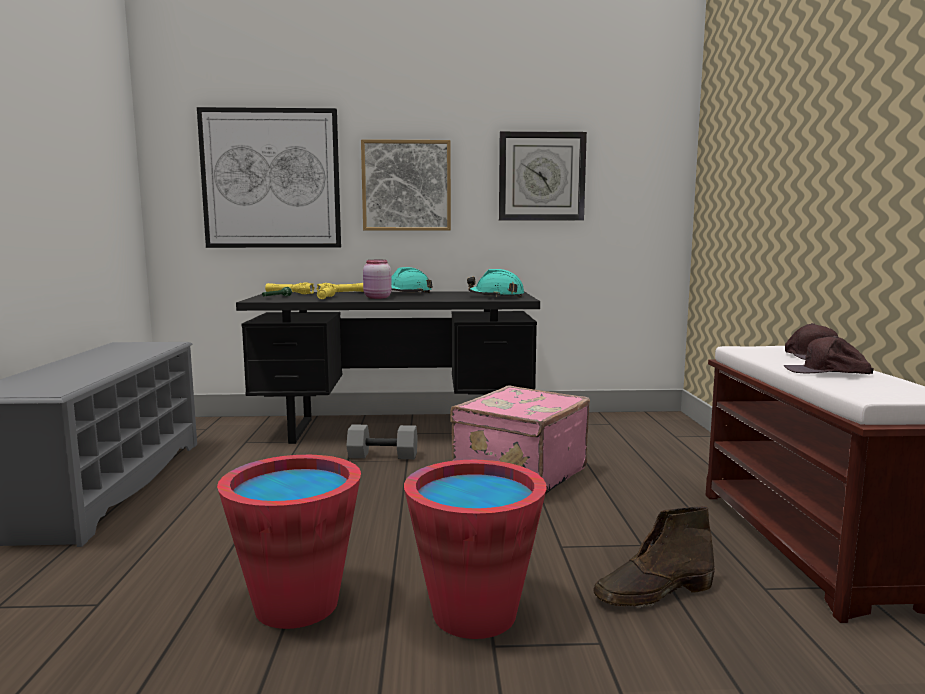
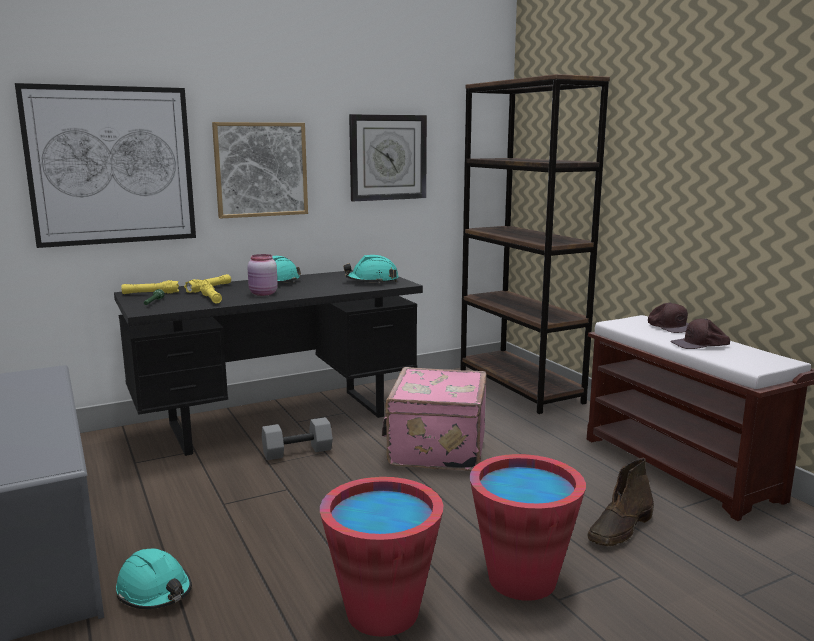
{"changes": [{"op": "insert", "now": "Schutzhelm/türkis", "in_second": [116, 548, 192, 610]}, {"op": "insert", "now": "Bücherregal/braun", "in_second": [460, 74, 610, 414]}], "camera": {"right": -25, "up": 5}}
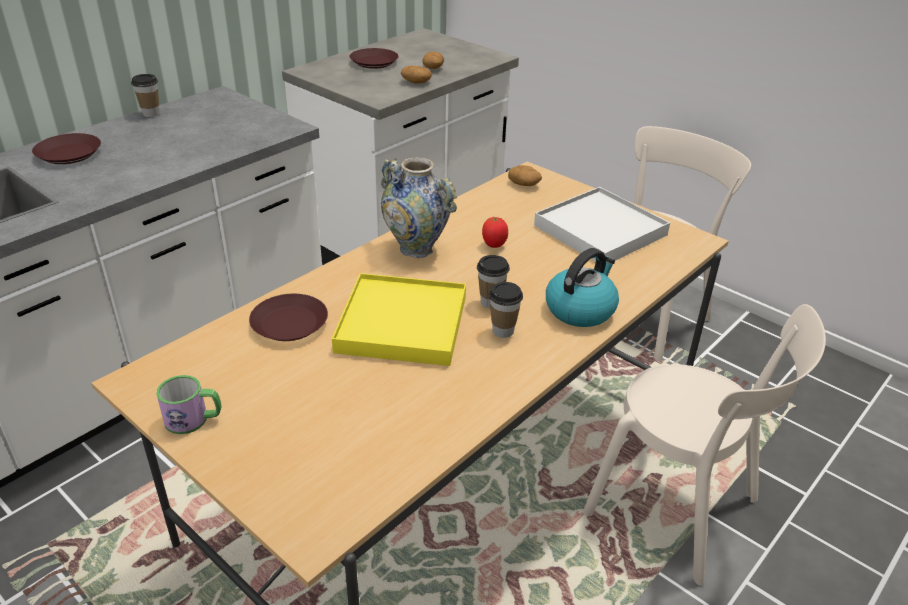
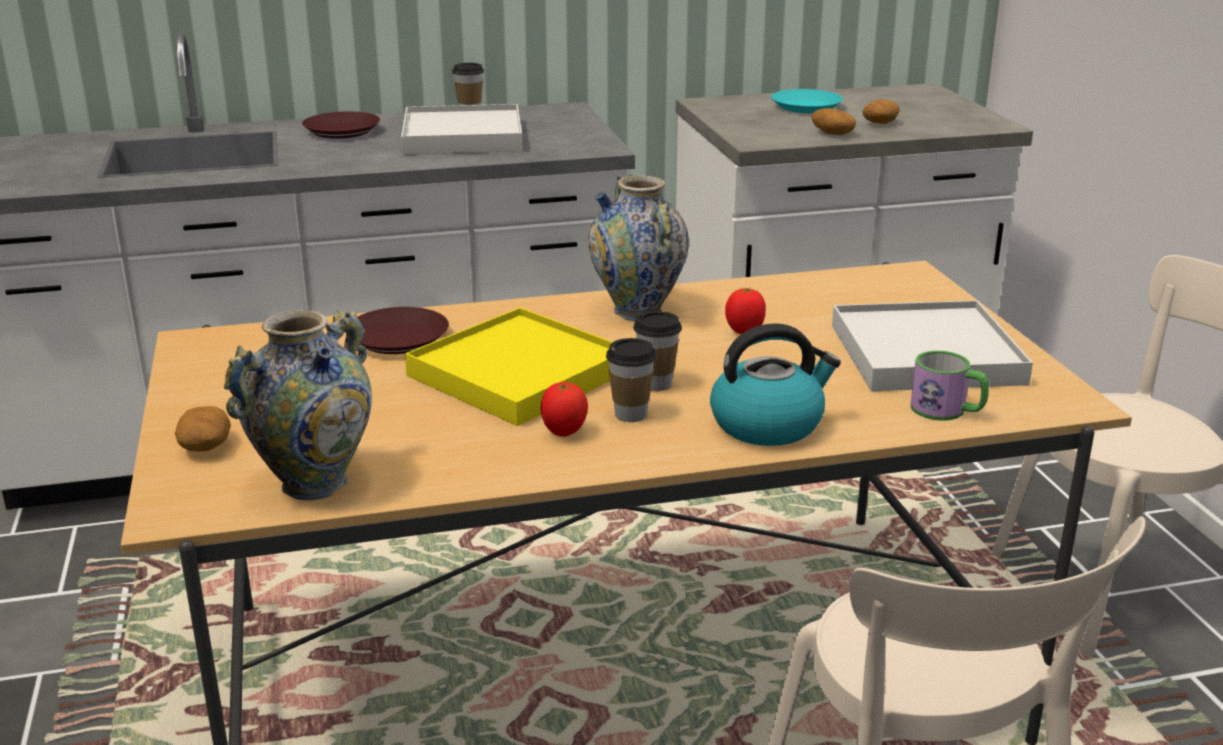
{"changes": [{"op": "move", "was": "Kartoffel", "in_first": [508, 165, 542, 186], "in_second": [175, 406, 231, 452]}, {"op": "insert", "now": "Vase", "in_second": [224, 310, 372, 500]}, {"op": "insert", "now": "Tablett/weiß", "in_second": [401, 104, 523, 155]}, {"op": "insert", "now": "Tomate", "in_second": [541, 382, 588, 437]}, {"op": "recolor", "was": "Teller/braun", "now": "Teller/türkis", "in_first": [350, 48, 399, 69], "in_second": [771, 89, 843, 113]}, {"op": "move", "was": "Henkelbecher", "in_first": [156, 375, 222, 434], "in_second": [910, 351, 989, 421]}], "camera": {"right": 35, "up": -10}}
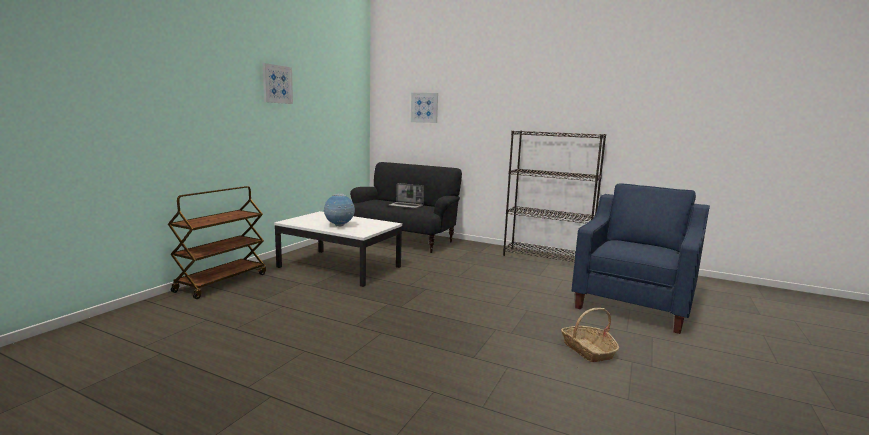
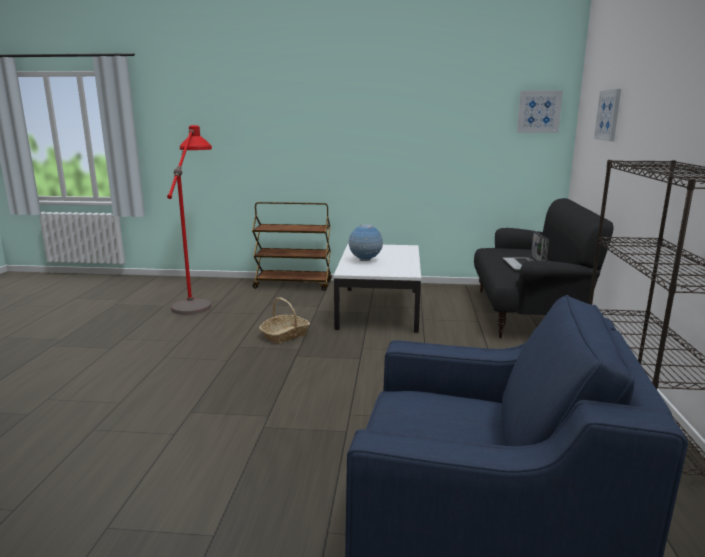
{"changes": [{"op": "insert", "now": "Stehlampe/rot", "in_second": [167, 125, 212, 315]}, {"op": "move", "was": "Korb", "in_first": [561, 308, 619, 362], "in_second": [259, 297, 310, 343]}, {"op": "move", "was": "Bild", "in_first": [263, 63, 293, 104], "in_second": [517, 90, 563, 133]}], "camera": {"right": 70, "up": 5}}
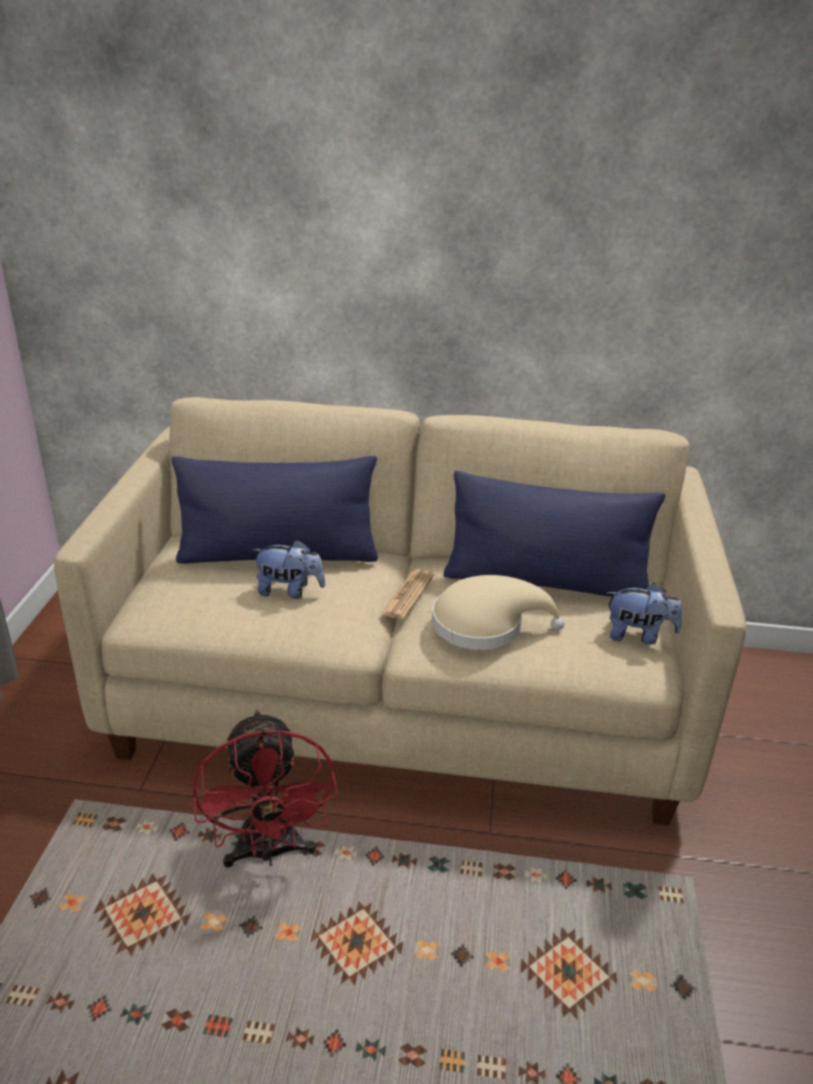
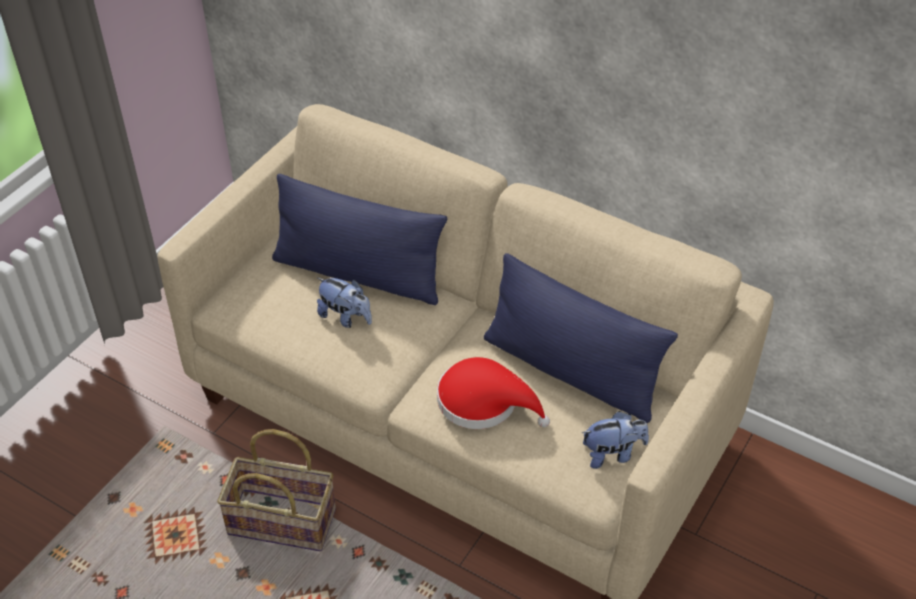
{"changes": [{"op": "replace", "was": "Ventilator/rot", "now": "Korb", "in_first": [193, 710, 338, 867], "in_second": [217, 429, 336, 551]}, {"op": "recolor", "was": "Hut/beige", "now": "Hut/rot", "in_first": [432, 575, 565, 650], "in_second": [437, 357, 550, 429]}, {"op": "rotate", "was": "Plüschtier", "in_first": [607, 583, 682, 645], "in_second": [582, 411, 649, 469], "clockwise": -45}, {"op": "delete", "was": "Zeitung", "in_first": [381, 569, 434, 620]}], "camera": {"right": 25, "up": 15}}
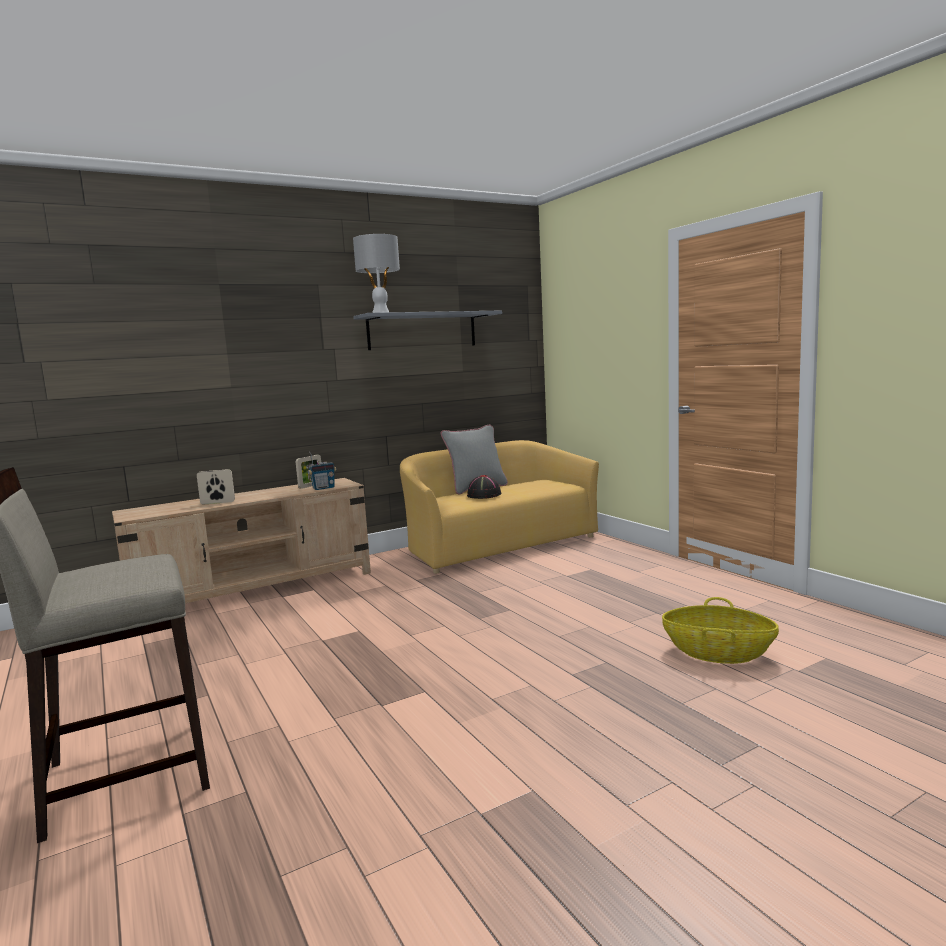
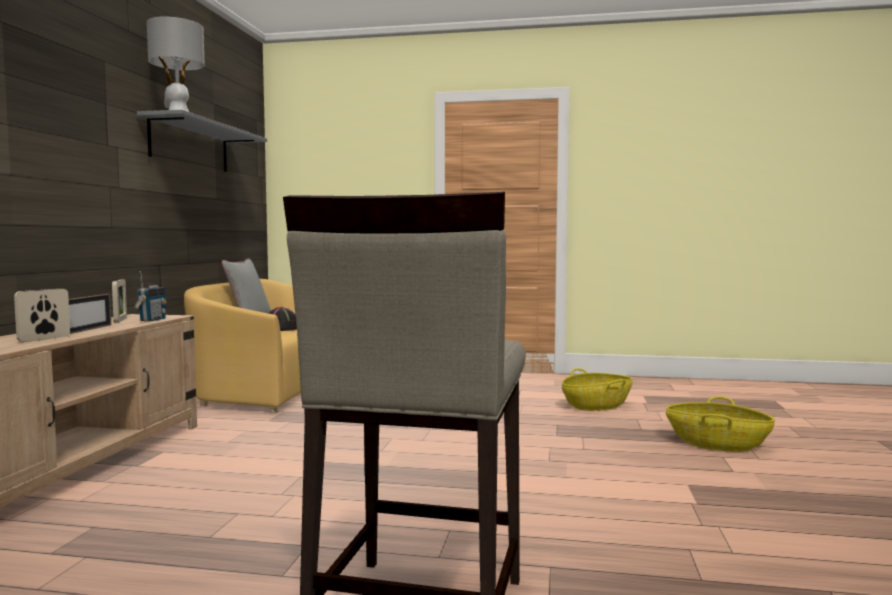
{"changes": [{"op": "insert", "now": "Bilderrahmen", "in_second": [69, 294, 111, 334]}, {"op": "insert", "now": "Korb", "in_second": [666, 396, 775, 452]}], "camera": {"right": -50, "up": -5}}
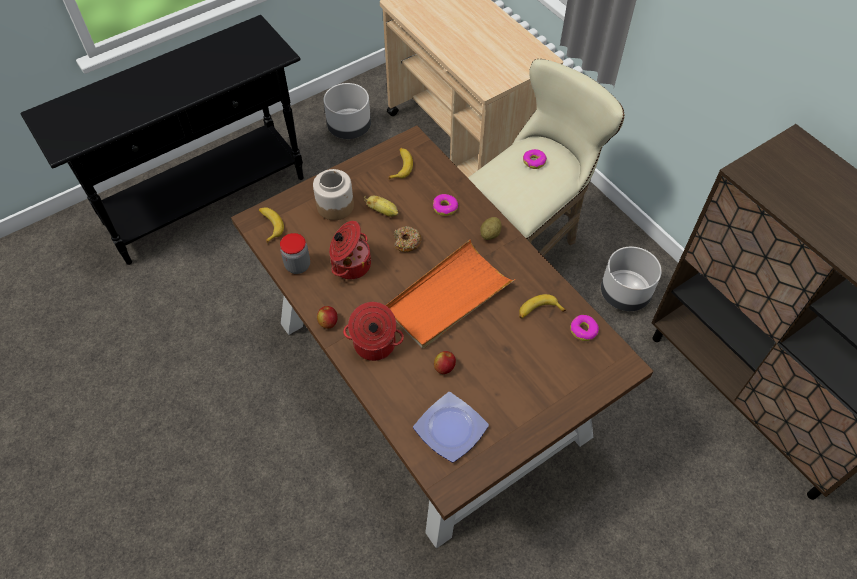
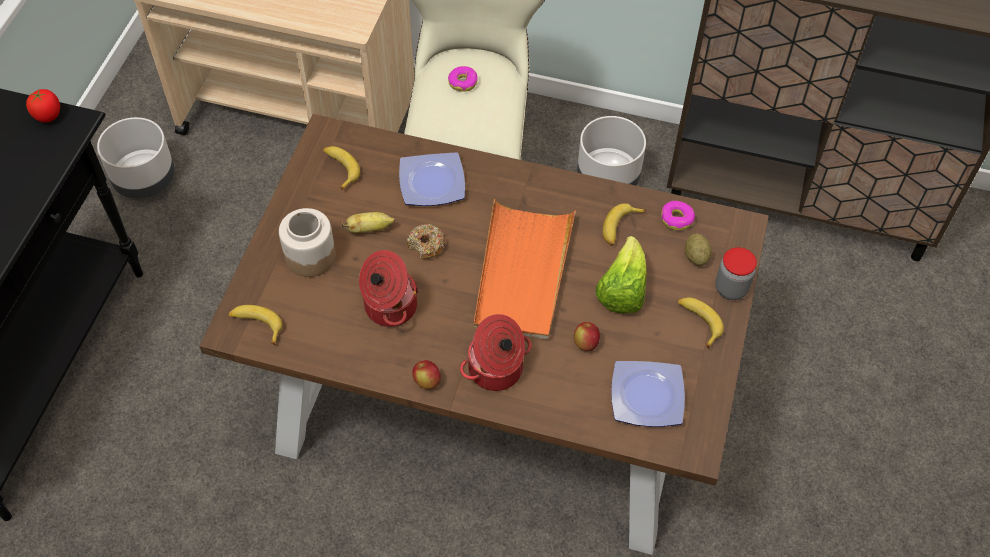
{"changes": [{"op": "insert", "now": "Tomate", "in_second": [26, 89, 60, 123]}, {"op": "replace", "was": "Donut", "now": "Teller", "in_first": [433, 194, 458, 216], "in_second": [399, 152, 465, 206]}, {"op": "insert", "now": "Salatkopf", "in_second": [596, 236, 647, 313]}, {"op": "insert", "now": "Banane", "in_second": [678, 297, 724, 349]}, {"op": "move", "was": "Kartoffel", "in_first": [480, 217, 501, 240], "in_second": [685, 233, 712, 266]}, {"op": "move", "was": "Vorratsglas", "in_first": [280, 233, 310, 274], "in_second": [715, 247, 757, 300]}], "camera": {"right": -40, "up": 0}}
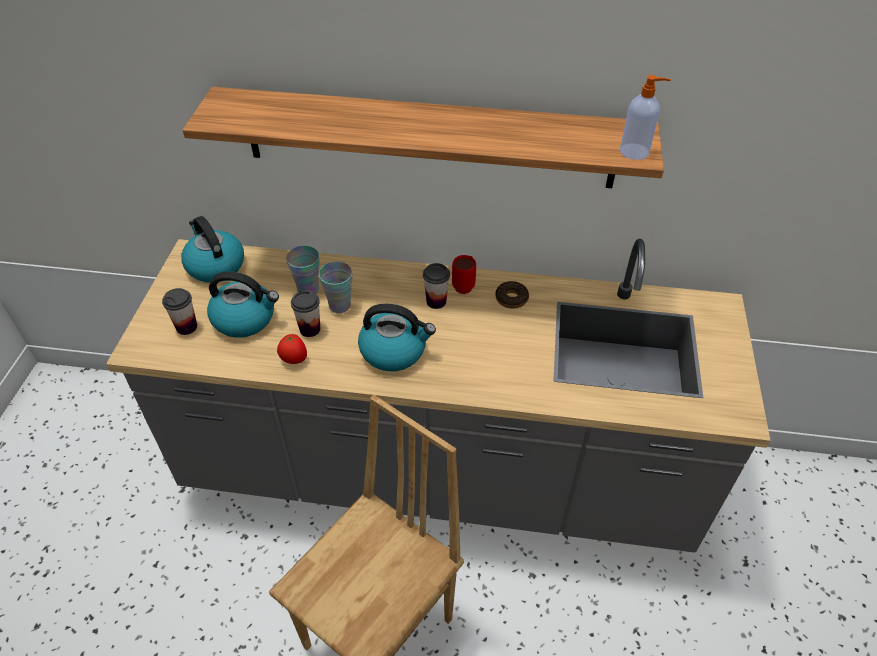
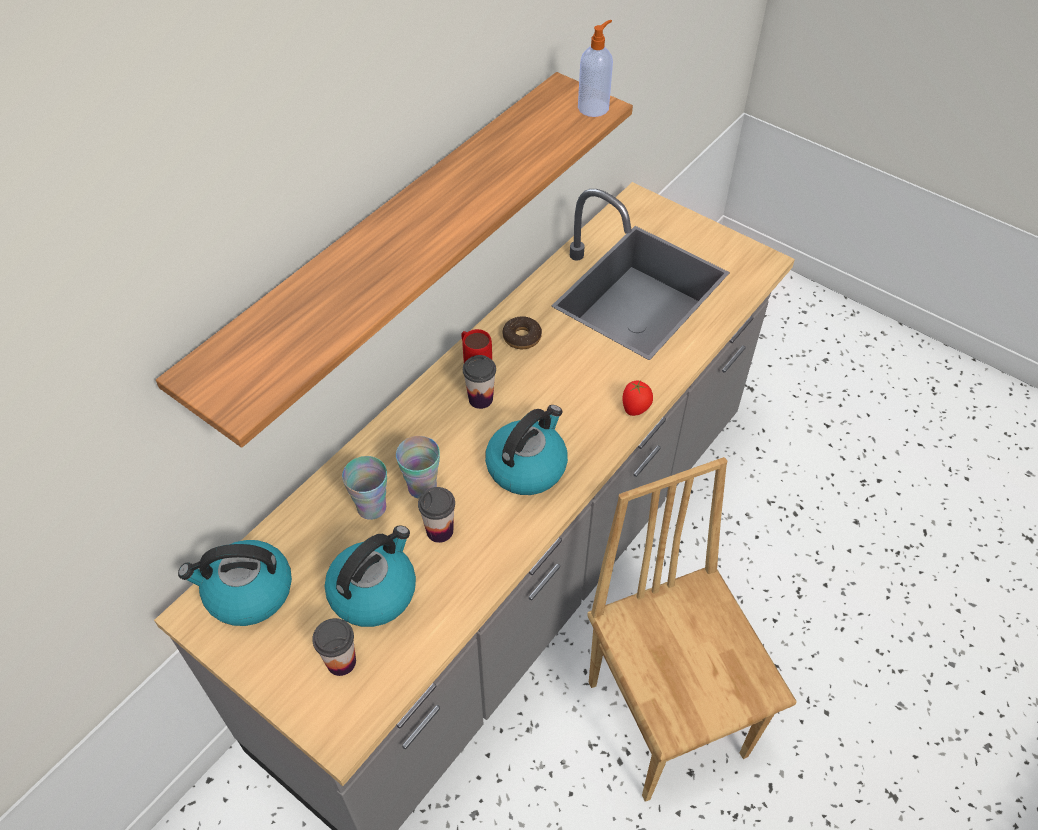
{"changes": [{"op": "move", "was": "Tomate", "in_first": [277, 334, 307, 364], "in_second": [623, 381, 653, 416]}], "camera": {"right": -60, "up": 5}}
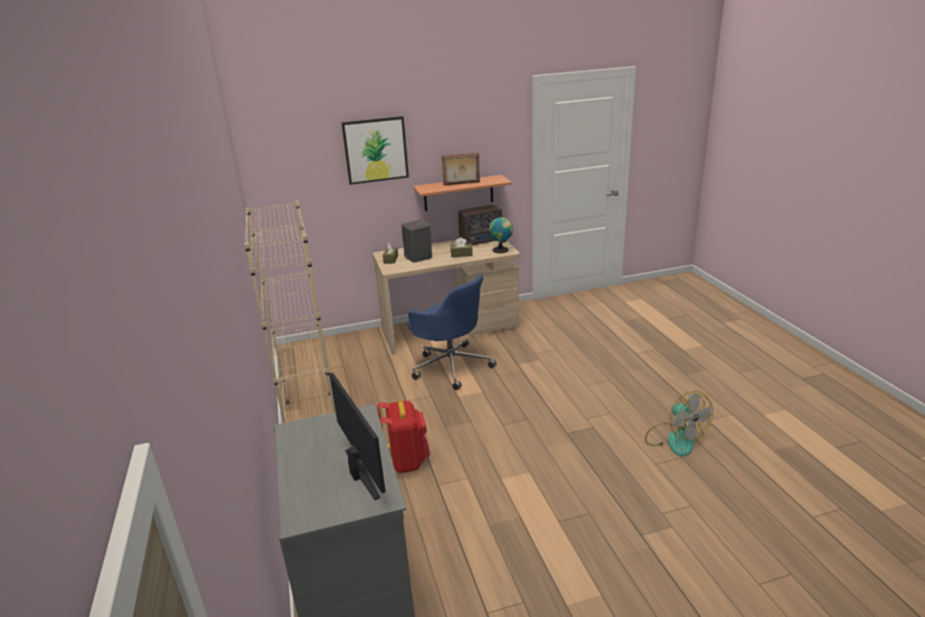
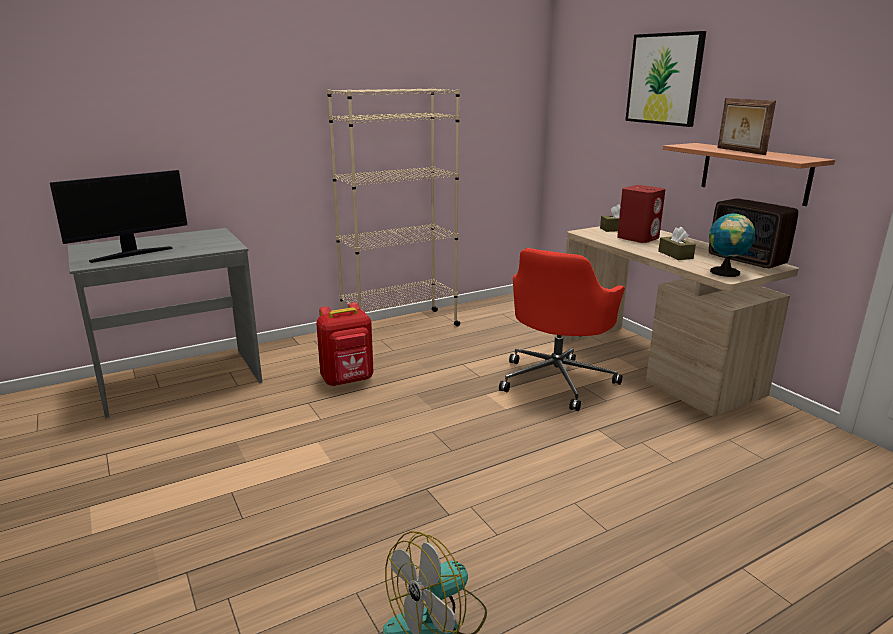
{"changes": [{"op": "recolor", "was": "Bürostuhl/blau", "now": "Bürostuhl/rot", "in_first": [407, 275, 496, 390], "in_second": [499, 248, 625, 411]}, {"op": "recolor", "was": "Lautsprecher/grau", "now": "Lautsprecher/rot", "in_first": [402, 220, 432, 262], "in_second": [617, 185, 666, 243]}], "camera": {"right": 75, "up": -5}}
